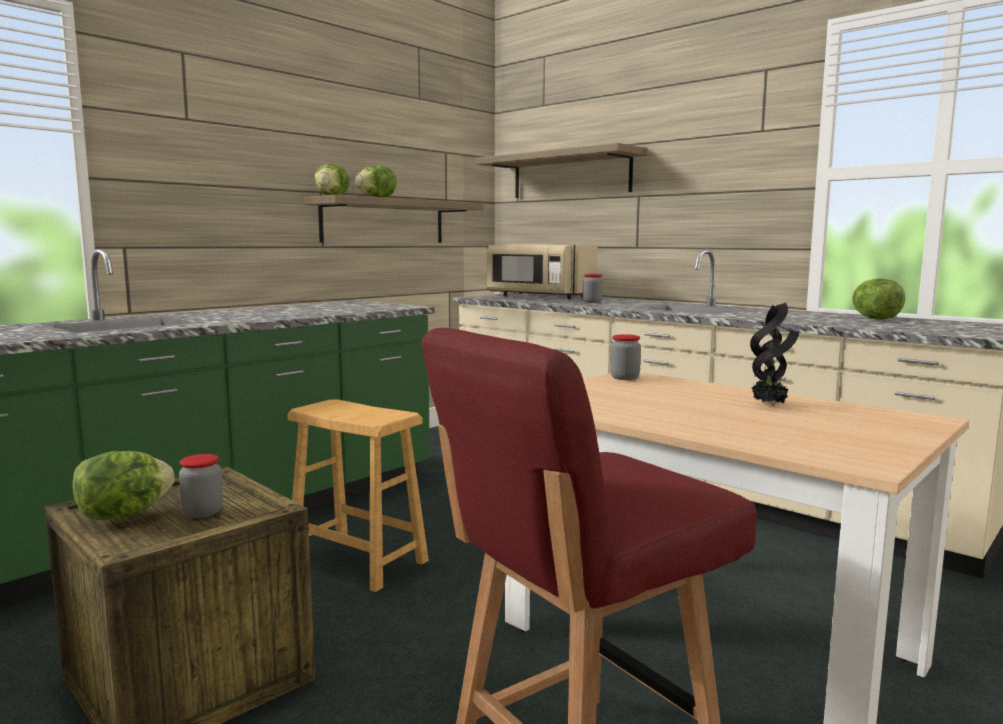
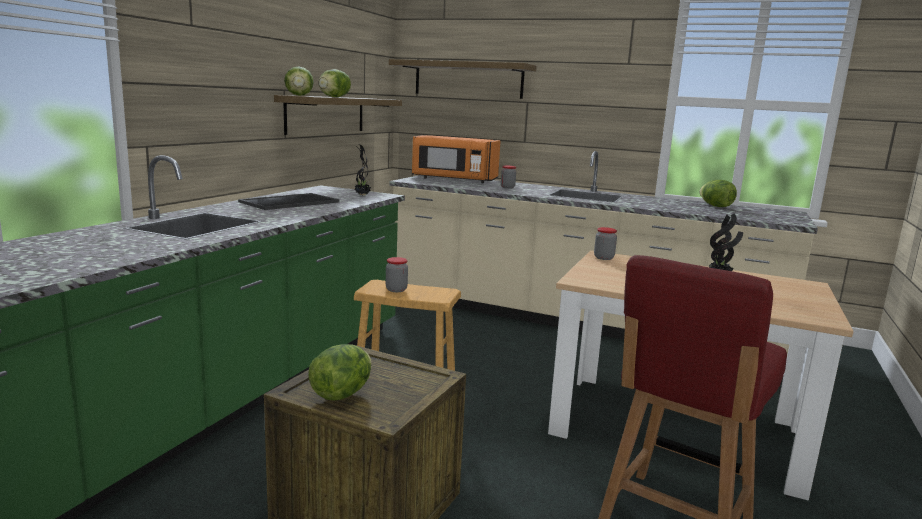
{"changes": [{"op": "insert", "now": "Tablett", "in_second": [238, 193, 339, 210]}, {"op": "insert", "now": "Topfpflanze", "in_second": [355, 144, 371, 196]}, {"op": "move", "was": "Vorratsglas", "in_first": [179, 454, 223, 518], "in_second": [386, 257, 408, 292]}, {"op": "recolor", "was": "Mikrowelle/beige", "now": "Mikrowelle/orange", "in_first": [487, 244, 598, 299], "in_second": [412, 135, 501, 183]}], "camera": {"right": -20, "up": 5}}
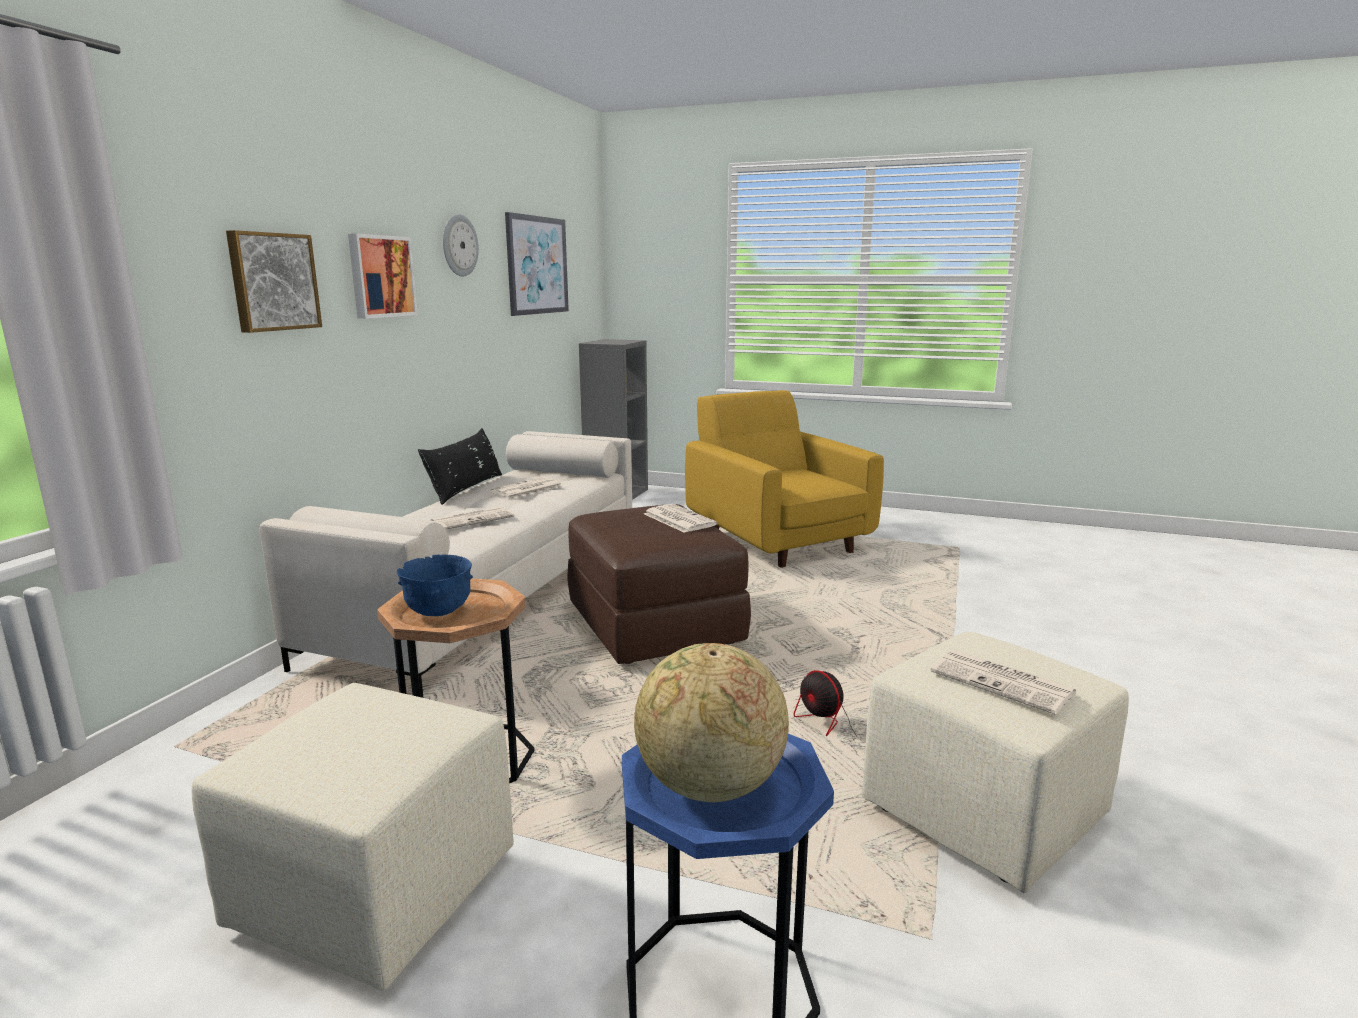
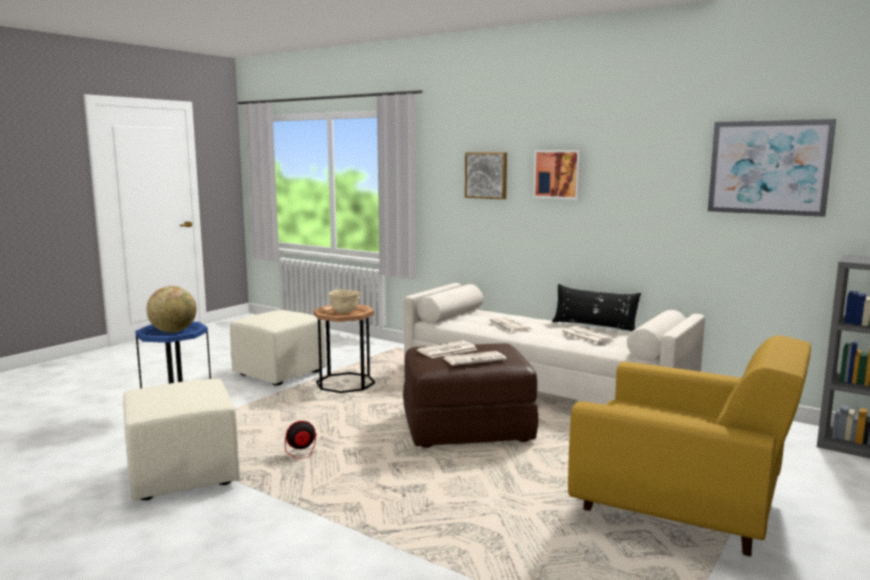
{"changes": [{"op": "recolor", "was": "Schüssel/blau", "now": "Schüssel/beige", "in_first": [397, 554, 473, 616], "in_second": [329, 290, 360, 313]}, {"op": "move", "was": "Zeitung", "in_first": [930, 650, 1076, 715], "in_second": [417, 340, 477, 358]}, {"op": "rotate", "was": "Sessel/gelb", "in_first": [685, 390, 884, 568], "in_second": [568, 335, 811, 556], "clockwise": 45}, {"op": "delete", "was": "Wanduhr", "in_first": [443, 214, 479, 277]}], "camera": {"right": 105, "up": -5}}
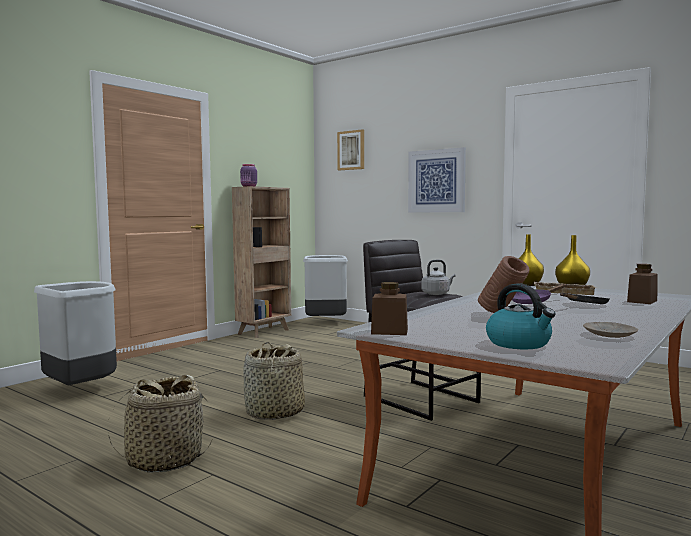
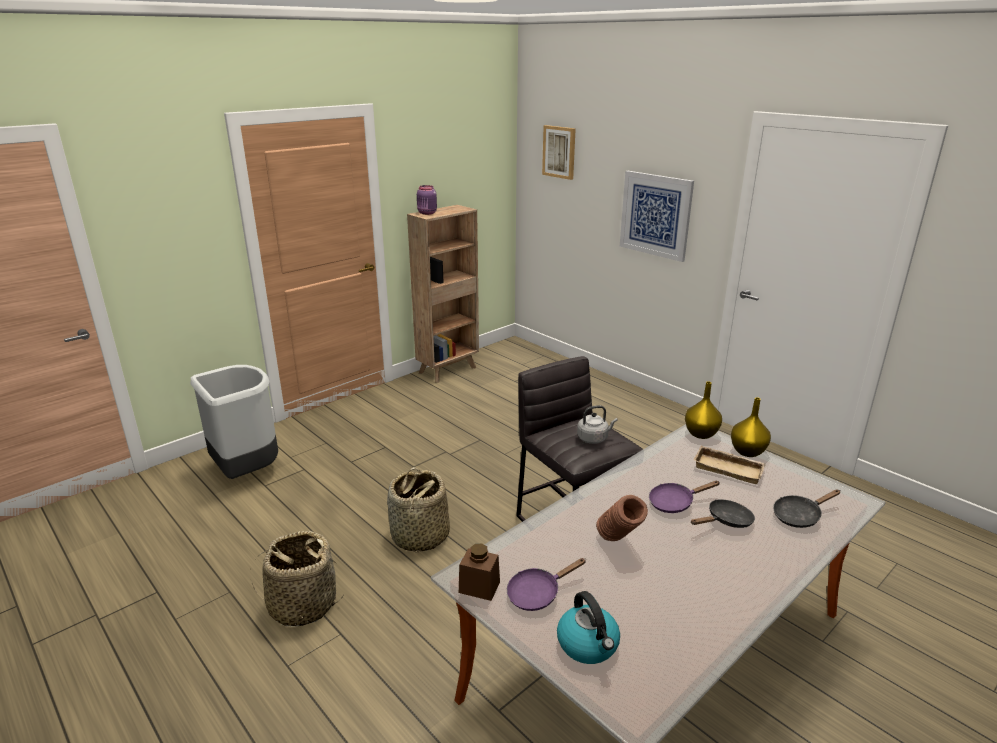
{"changes": [{"op": "insert", "now": "Pfanne/lila", "in_second": [507, 558, 586, 611]}, {"op": "replace", "was": "Vorratsglas/braun", "now": "Pfanne/schwarz", "in_first": [627, 264, 657, 304], "in_second": [773, 489, 841, 528]}, {"op": "delete", "was": "Mülleimer/grau", "in_first": [303, 255, 348, 316]}, {"op": "delete", "was": "Teller/beige", "in_first": [583, 322, 638, 338]}], "camera": {"right": 10, "up": 20}}
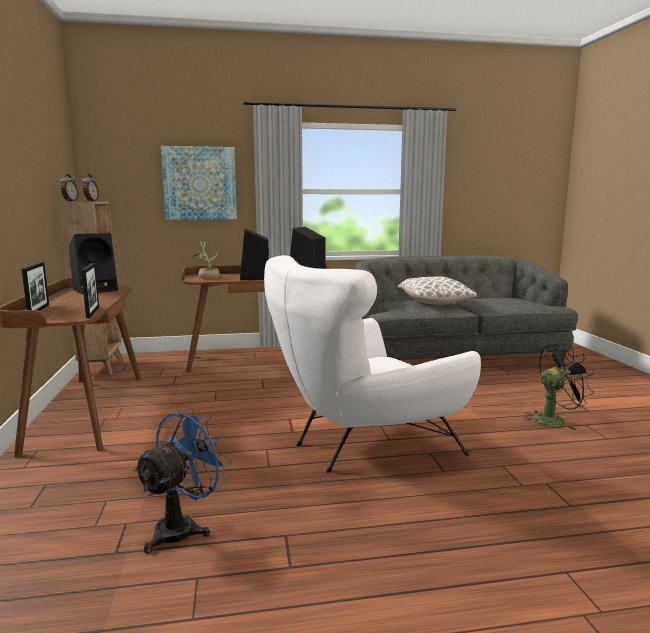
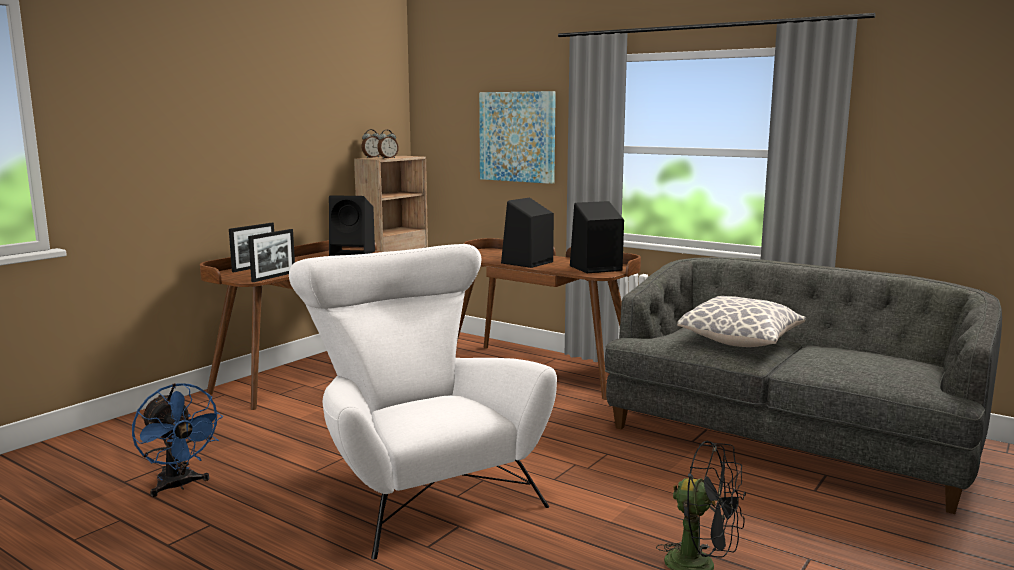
{"changes": [{"op": "rotate", "was": "Ventilator/blau", "in_first": [133, 407, 232, 553], "in_second": [132, 383, 223, 497], "clockwise": 60}, {"op": "rotate", "was": "Sessel/weiß", "in_first": [264, 255, 481, 473], "in_second": [289, 244, 557, 560], "clockwise": 45}, {"op": "delete", "was": "Topfpflanze", "in_first": [193, 241, 220, 279]}], "camera": {"right": 45, "up": 0}}
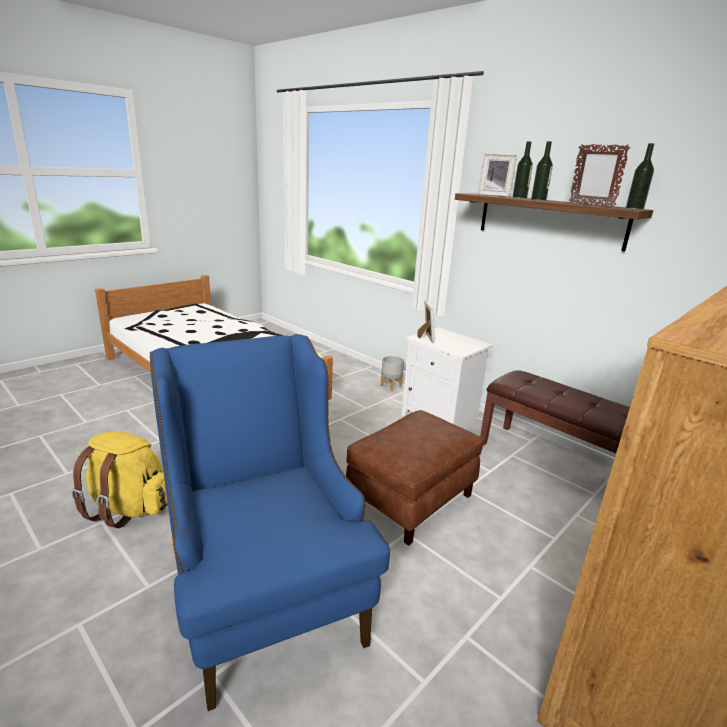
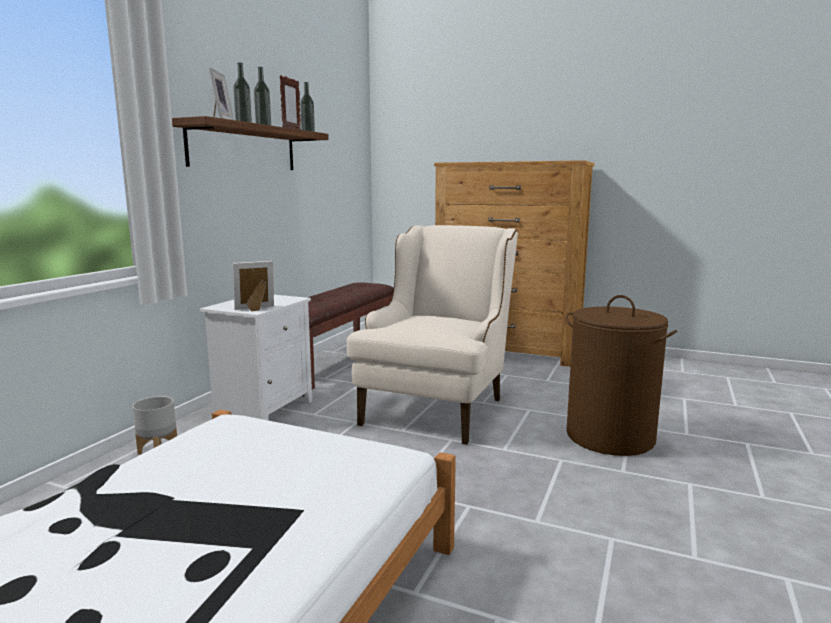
{"changes": [{"op": "replace", "was": "Polsterhocker/braun", "now": "Sessel/beige", "in_first": [346, 410, 484, 546], "in_second": [347, 225, 518, 445]}, {"op": "replace", "was": "Sessel/blau", "now": "Wäschekorb/braun", "in_first": [150, 334, 390, 711], "in_second": [566, 295, 677, 456]}, {"op": "delete", "was": "Rucksack/gelb", "in_first": [72, 431, 168, 528]}], "camera": {"right": -110, "up": -10}}
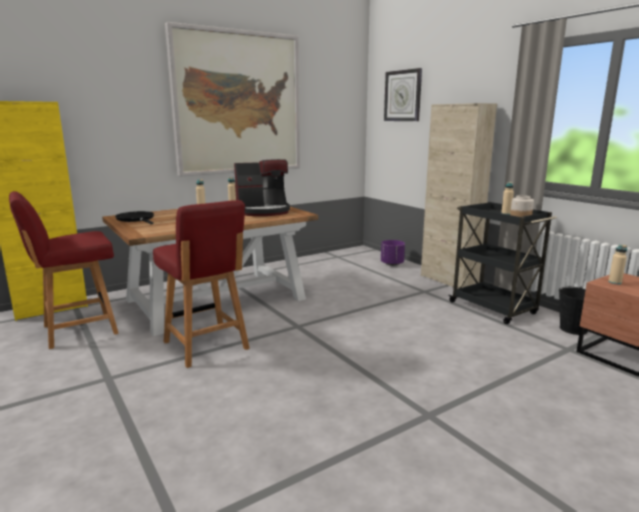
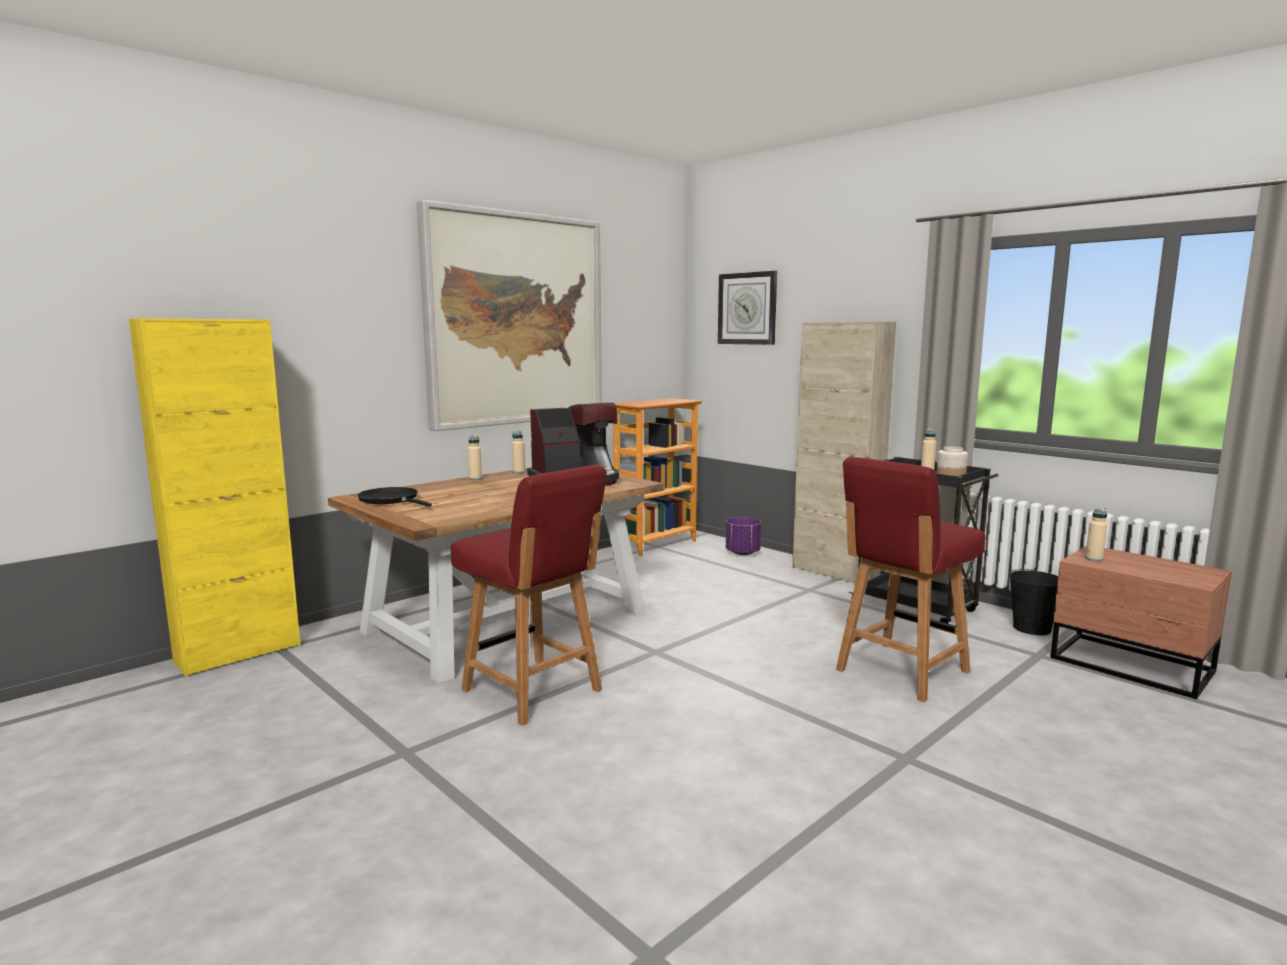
{"changes": [{"op": "insert", "now": "Bücherregal", "in_second": [613, 398, 702, 556]}, {"op": "move", "was": "Stuhl/rot", "in_first": [9, 191, 119, 349], "in_second": [836, 457, 986, 702]}], "camera": {"right": -10, "up": -5}}
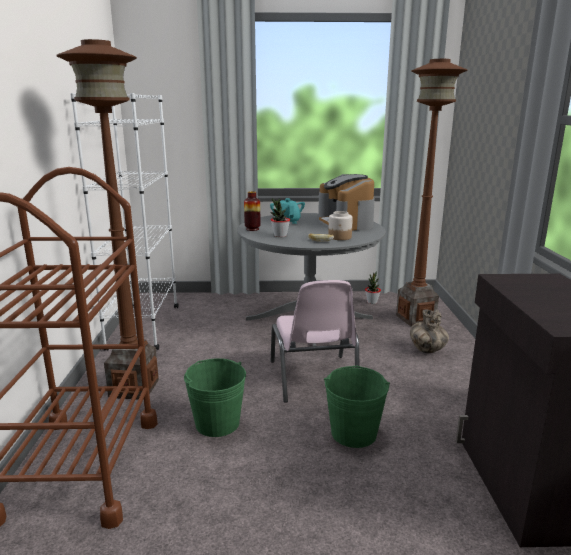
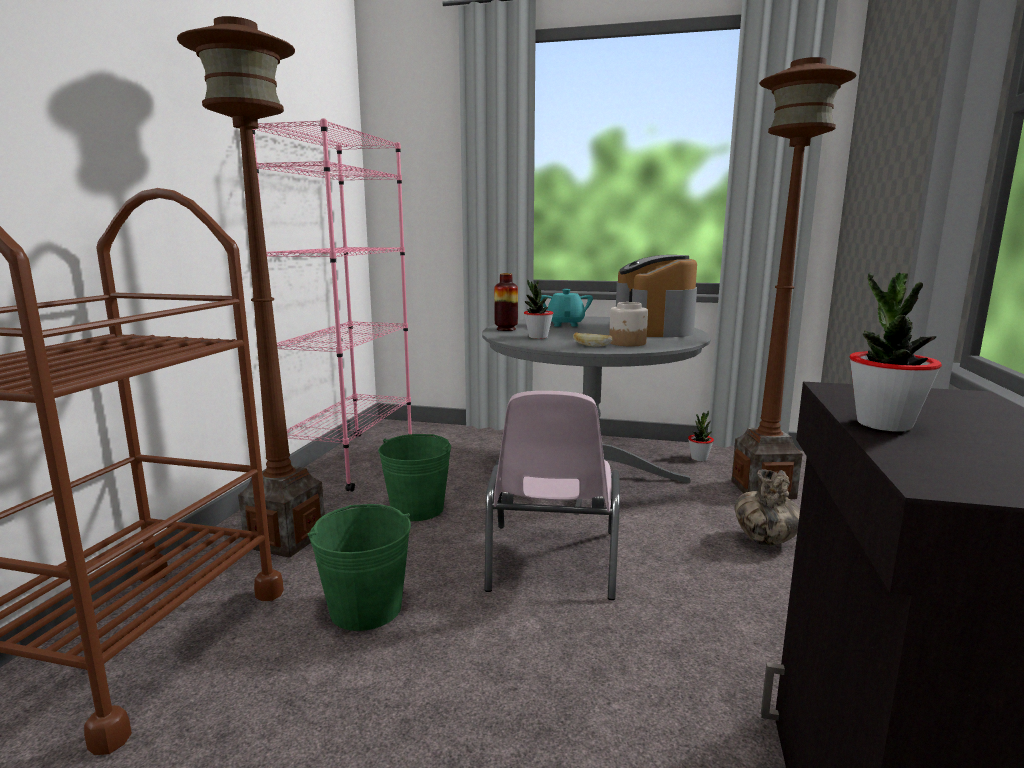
{"changes": [{"op": "recolor", "was": "Bücherregal/weiß", "now": "Bücherregal/rosa", "in_first": [70, 93, 178, 351], "in_second": [252, 118, 412, 492]}, {"op": "move", "was": "Eimer/grün", "in_first": [324, 366, 390, 448], "in_second": [378, 434, 451, 521]}, {"op": "insert", "now": "Topfpflanze", "in_second": [850, 273, 942, 431]}], "camera": {"right": 15, "up": -5}}
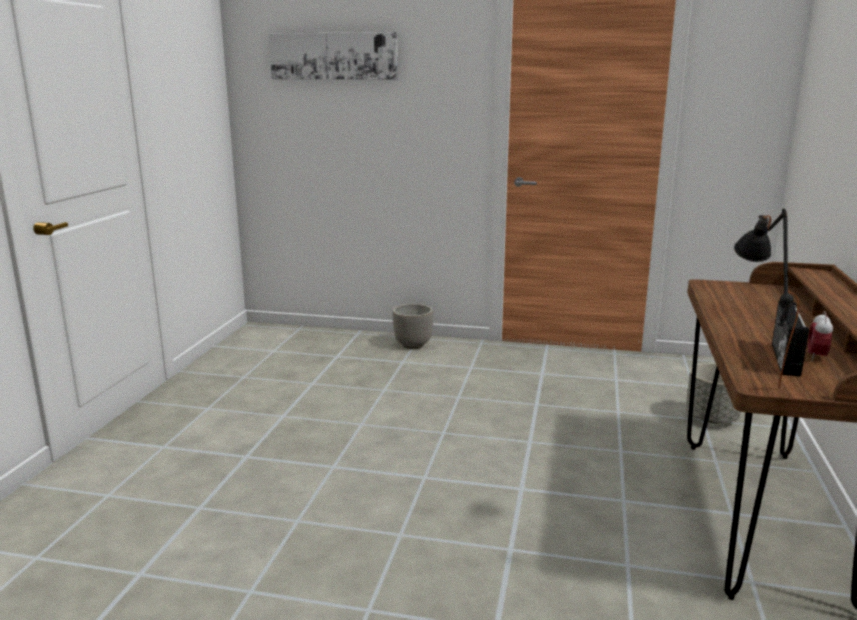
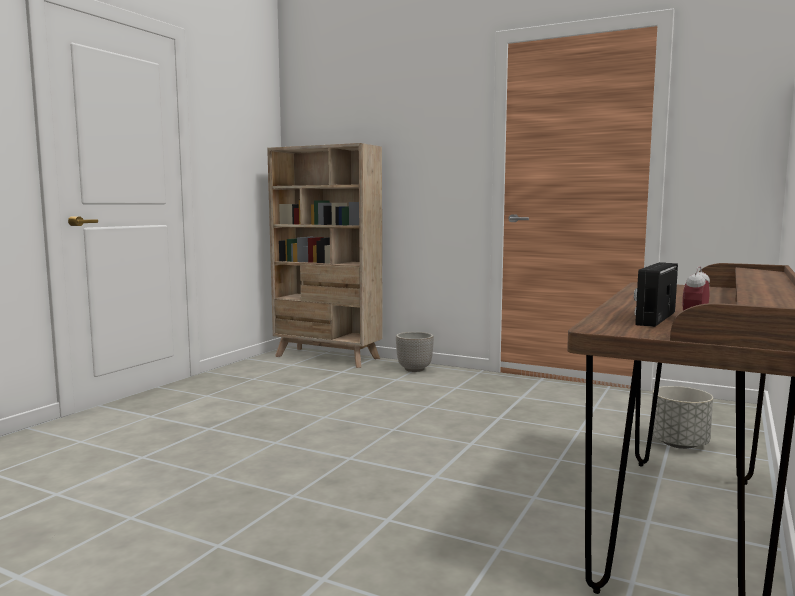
{"changes": [{"op": "insert", "now": "Bücherregal/beige", "in_second": [267, 143, 383, 368]}, {"op": "delete", "was": "Bild", "in_first": [269, 32, 398, 80]}, {"op": "delete", "was": "Tischlampe/schwarz", "in_first": [734, 209, 799, 388]}], "camera": {"right": 15, "up": -10}}
